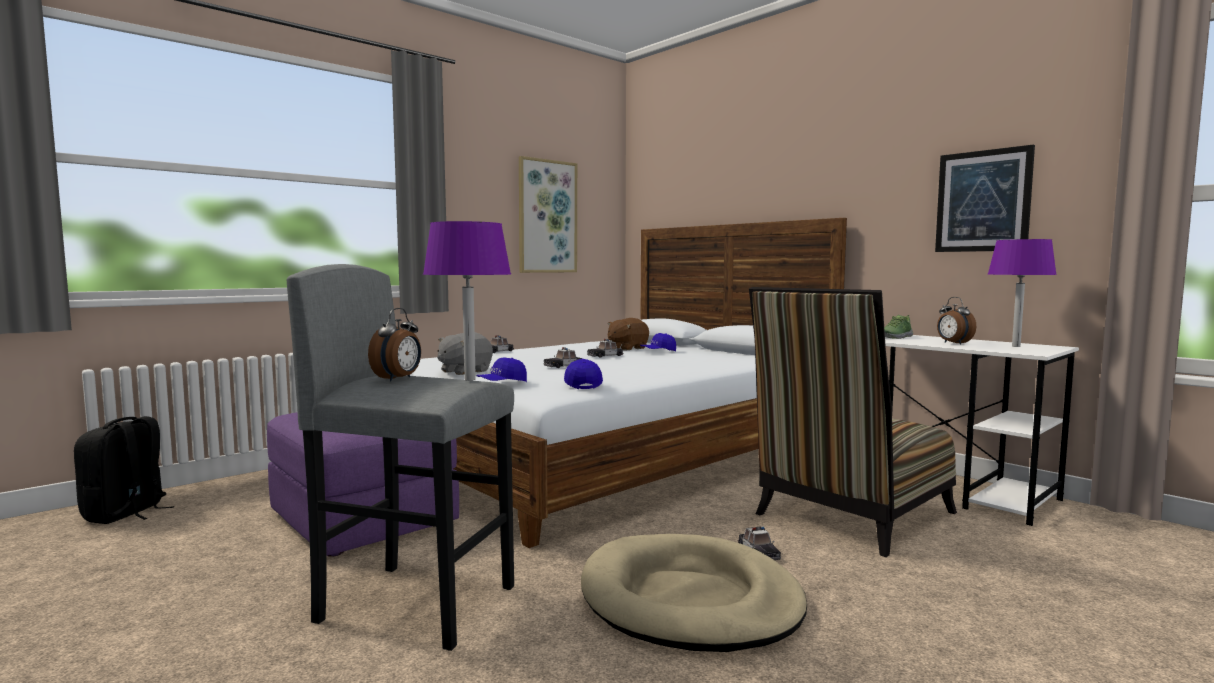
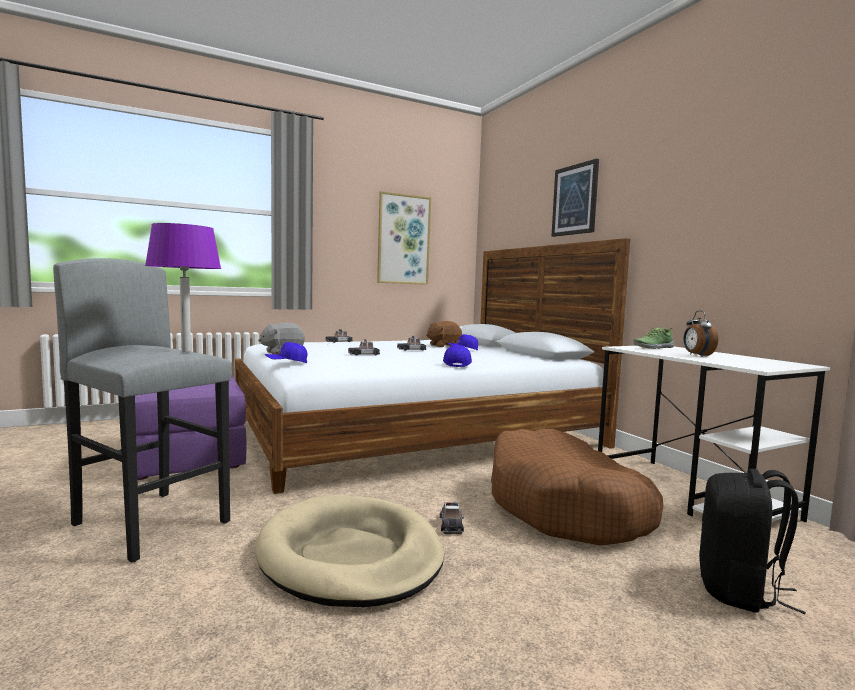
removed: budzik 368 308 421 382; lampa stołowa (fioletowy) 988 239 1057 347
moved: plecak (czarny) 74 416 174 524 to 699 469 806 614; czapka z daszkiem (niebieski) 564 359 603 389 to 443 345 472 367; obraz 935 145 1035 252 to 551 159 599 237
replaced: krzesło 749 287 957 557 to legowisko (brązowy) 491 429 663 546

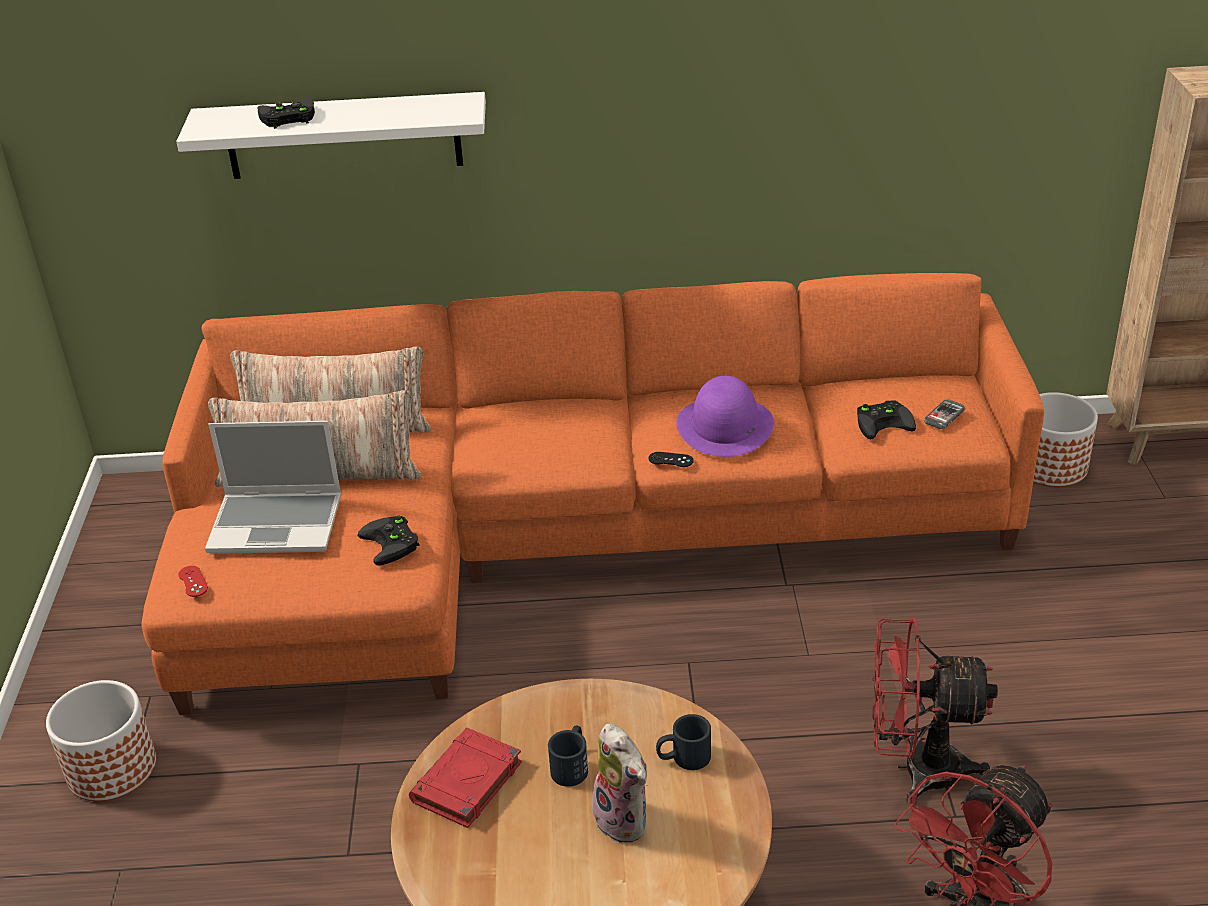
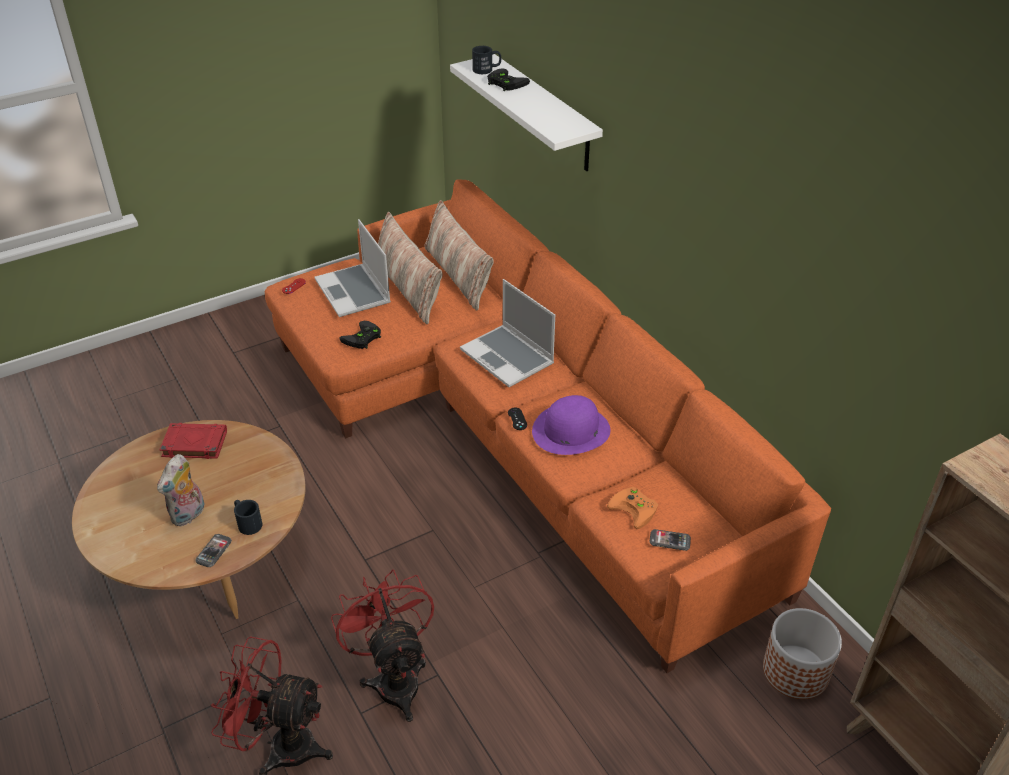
removed: donica 46 680 156 802
added: telefon 195 534 232 567; laptop 460 279 555 387
moved: kubek (czarny) 548 726 588 787 to 472 46 501 74
recoloured: pad do gier (czarny) 857 401 916 439 to pad do gier (pomarańczowy) 607 487 658 529

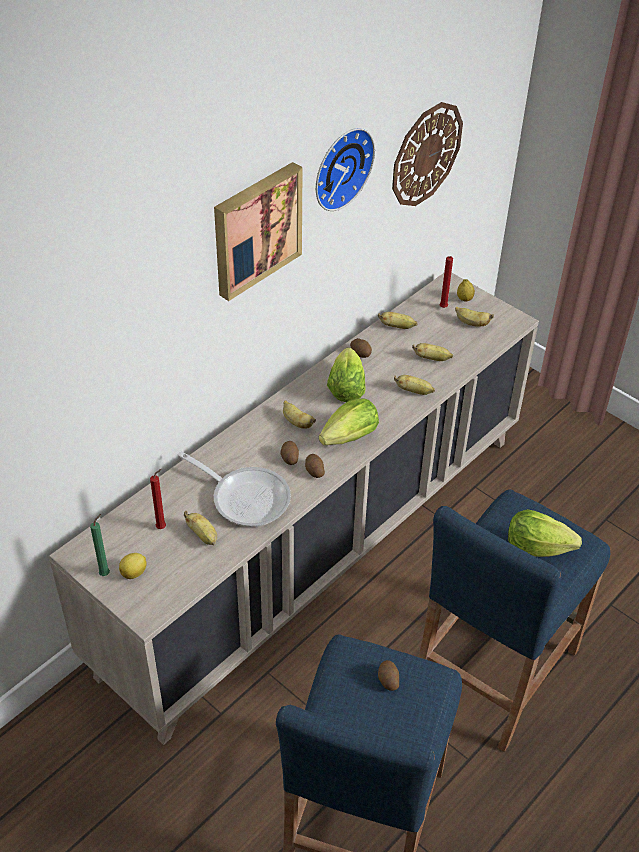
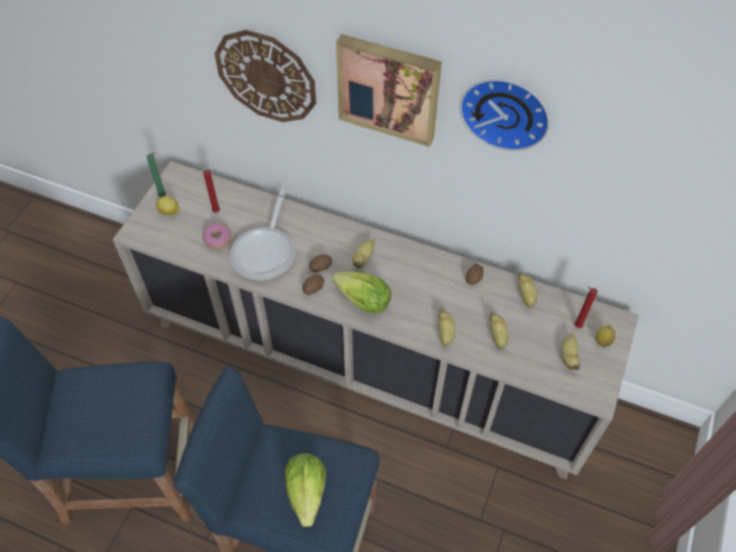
removed: sałata 327 348 366 402; ziemniak 378 660 399 691
moved: zegar ścienny 392 102 463 206 to 214 30 316 122
replaced: banan 184 511 217 545 to donut 203 223 232 249

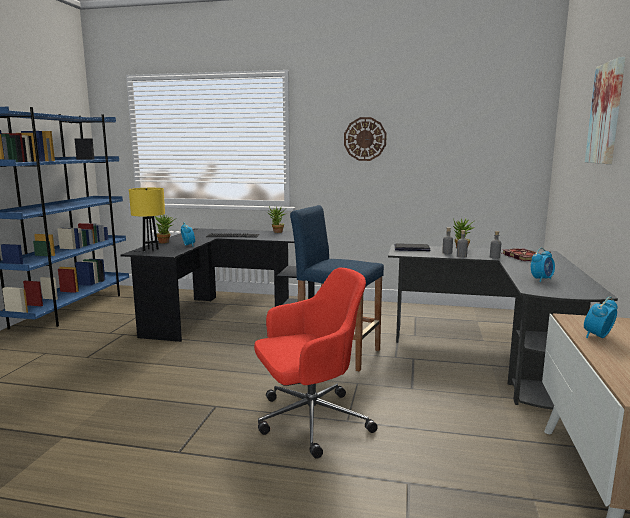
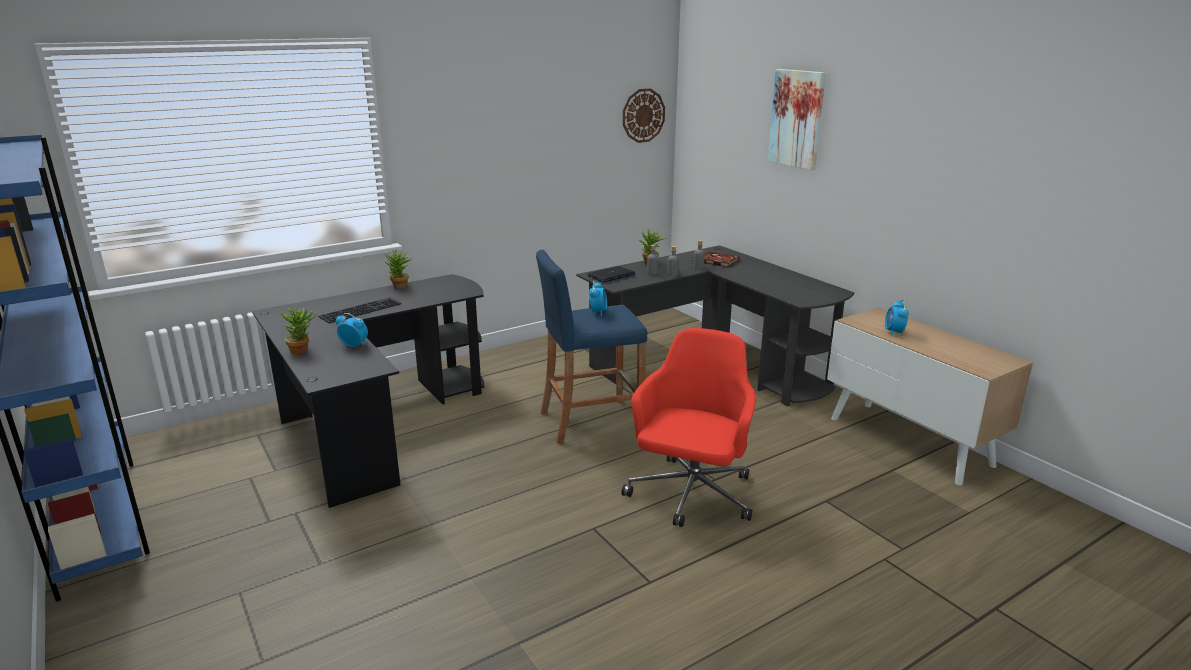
removed: lampa stołowa (żółty) 129 188 165 252
moved: zegar ścienny 344 117 387 161 to 623 88 665 143; budzik 531 248 555 282 to 589 280 607 316

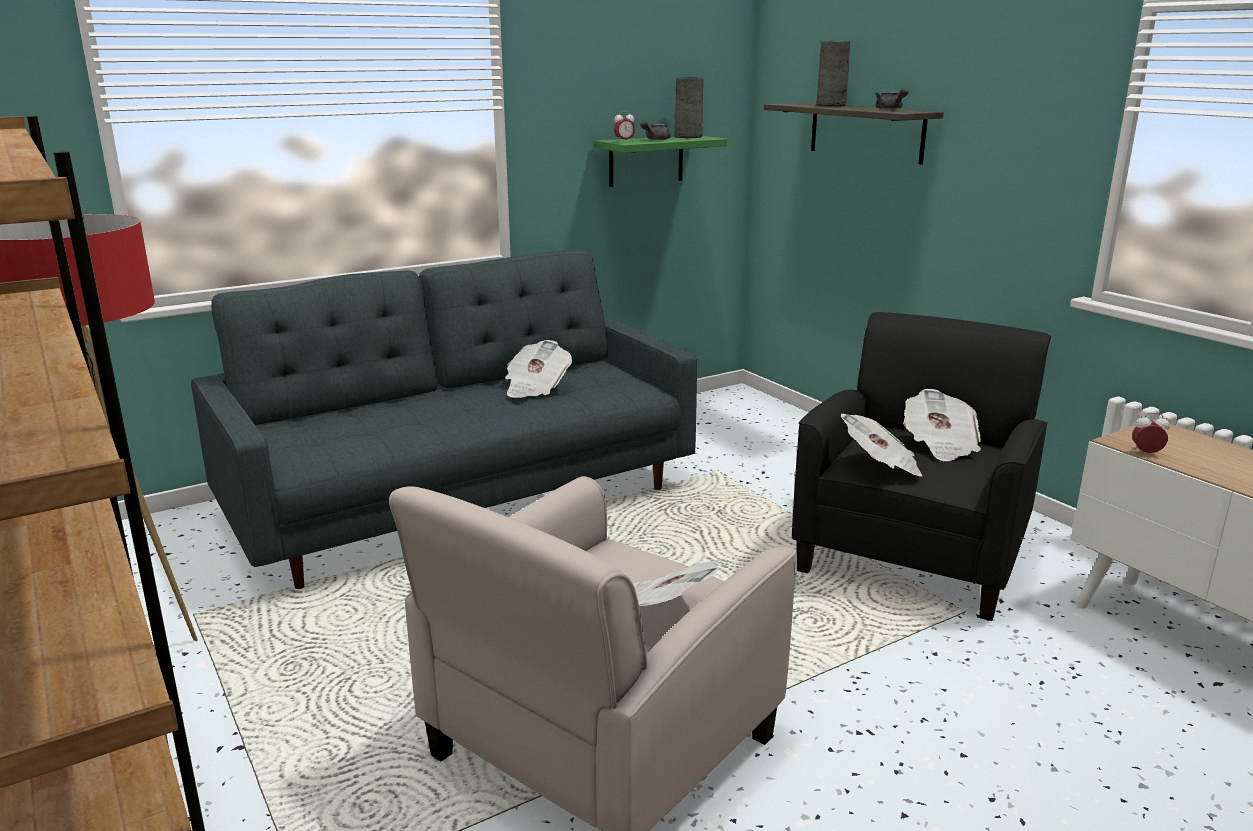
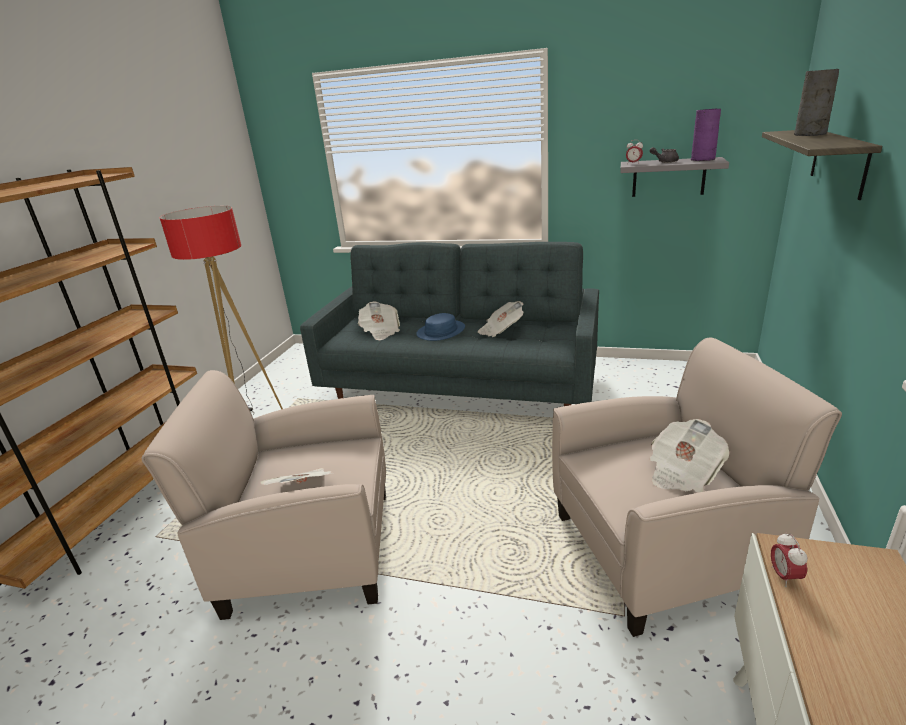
removed: imbryk (szary) 875 88 909 110
added: kapelusz (niebieski) 416 313 465 341
moved: gazeta 841 414 922 477 to 358 302 400 340
recoloured: półka (zielony) 594 136 727 187 to półka (szary) 620 157 729 197; wazon (szary) 675 77 703 138 to wazon (fioletowy) 691 109 721 161; fotel (czarny) 792 312 1051 621 to fotel (beżowy) 552 337 842 637
turned: budzik 1132 413 1170 453 = 771 533 808 587 150 degrees counterclockwise

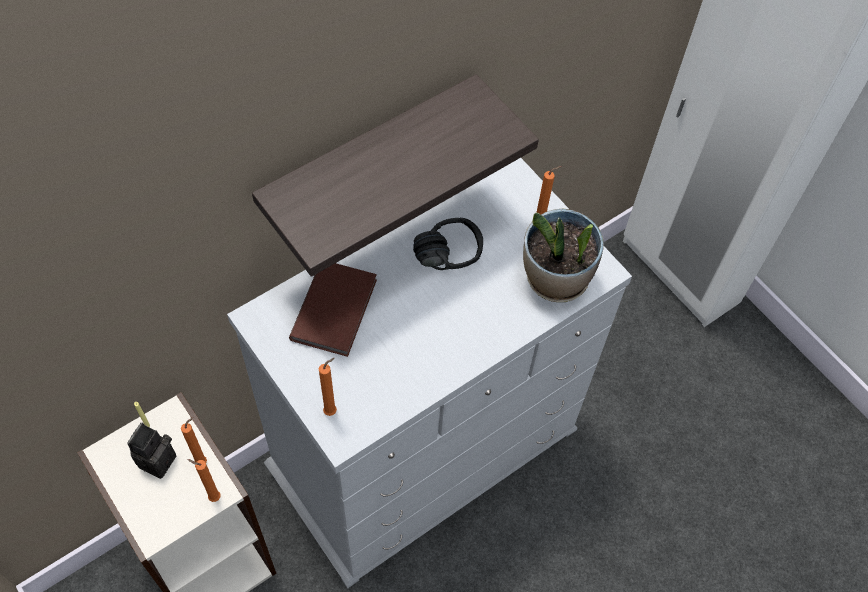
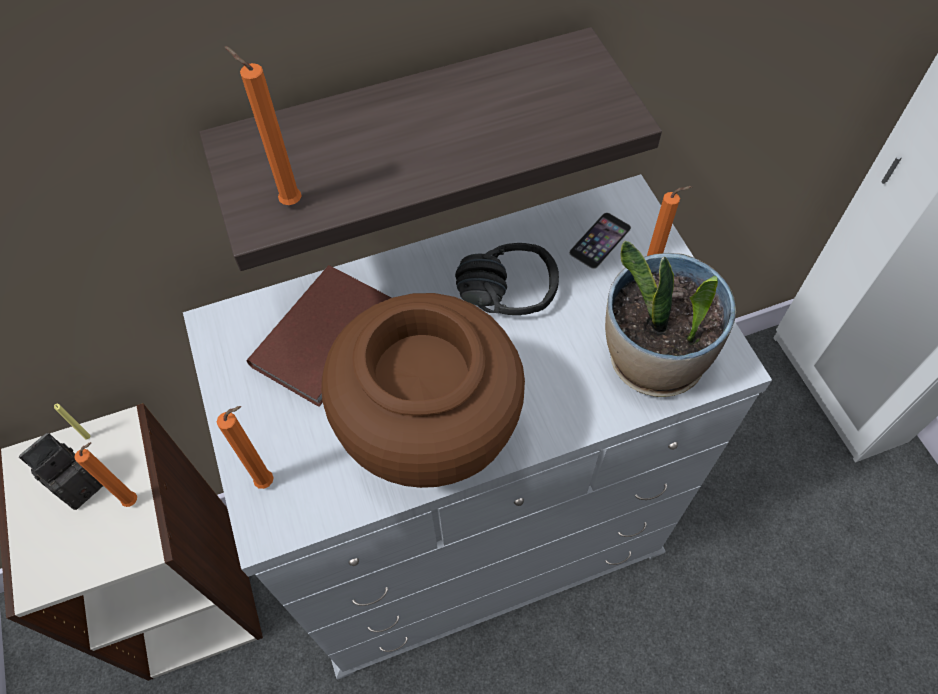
added: wazon (brązowy) 321 293 525 488; telefon 569 212 631 269
moved: świeca (pomarańczowy) 187 459 221 502 to 225 46 302 205

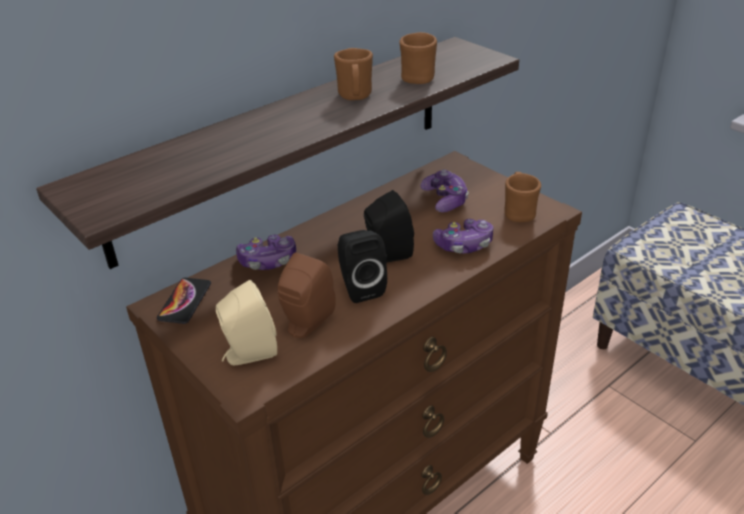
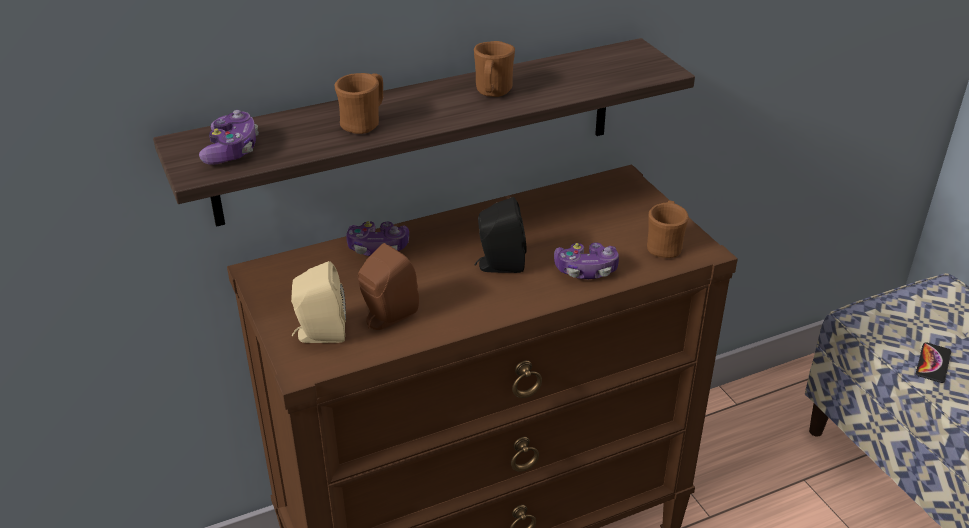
removed: głośnik (czarny) 338 230 387 303
moved: telefon 157 278 211 324 to 916 342 951 383; kubek (brązowy) 399 32 437 84 to 335 73 383 134; pad do gier 420 169 469 212 to 199 110 259 165

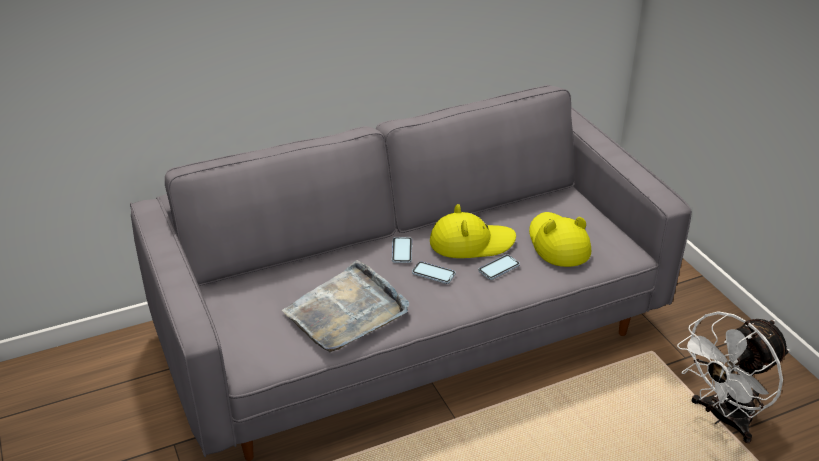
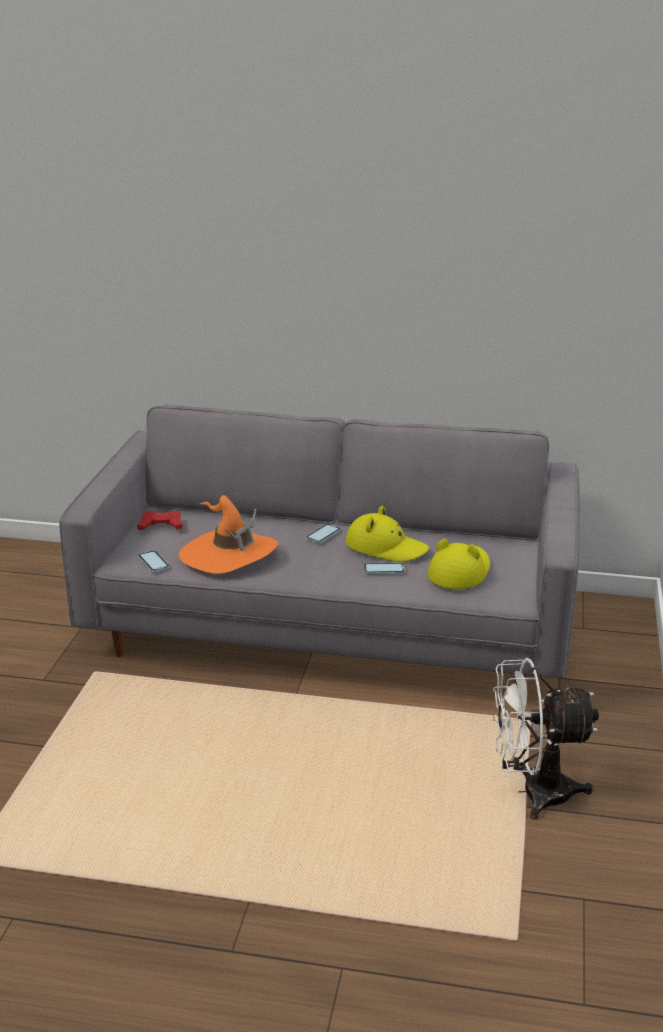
added: pad do gier (czerwony) 137 511 183 530
moved: telefon 412 261 456 284 to 138 551 170 572
replaced: taca (szary) 282 260 409 352 to kapelusz (pomarańczowy) 179 495 278 573

